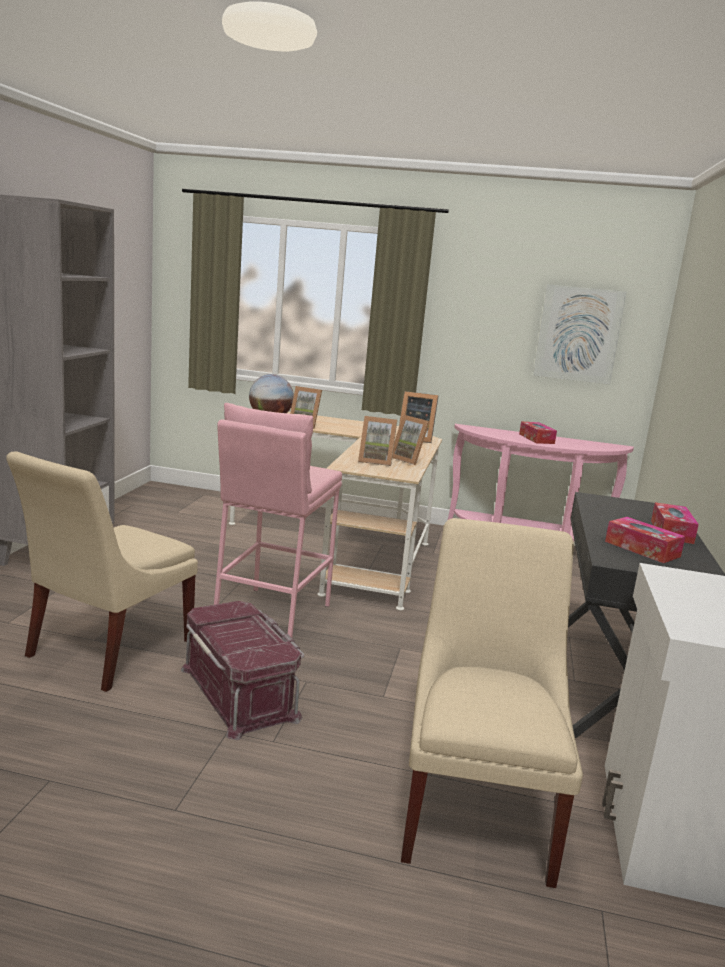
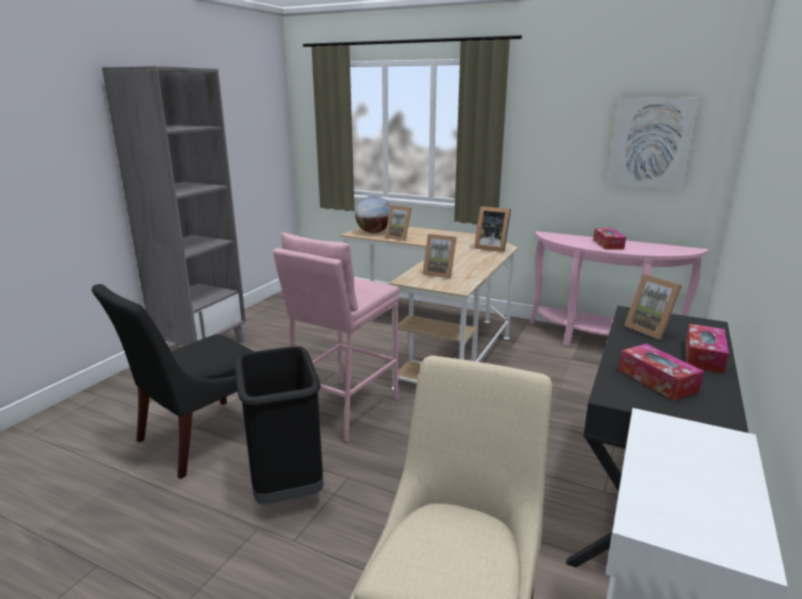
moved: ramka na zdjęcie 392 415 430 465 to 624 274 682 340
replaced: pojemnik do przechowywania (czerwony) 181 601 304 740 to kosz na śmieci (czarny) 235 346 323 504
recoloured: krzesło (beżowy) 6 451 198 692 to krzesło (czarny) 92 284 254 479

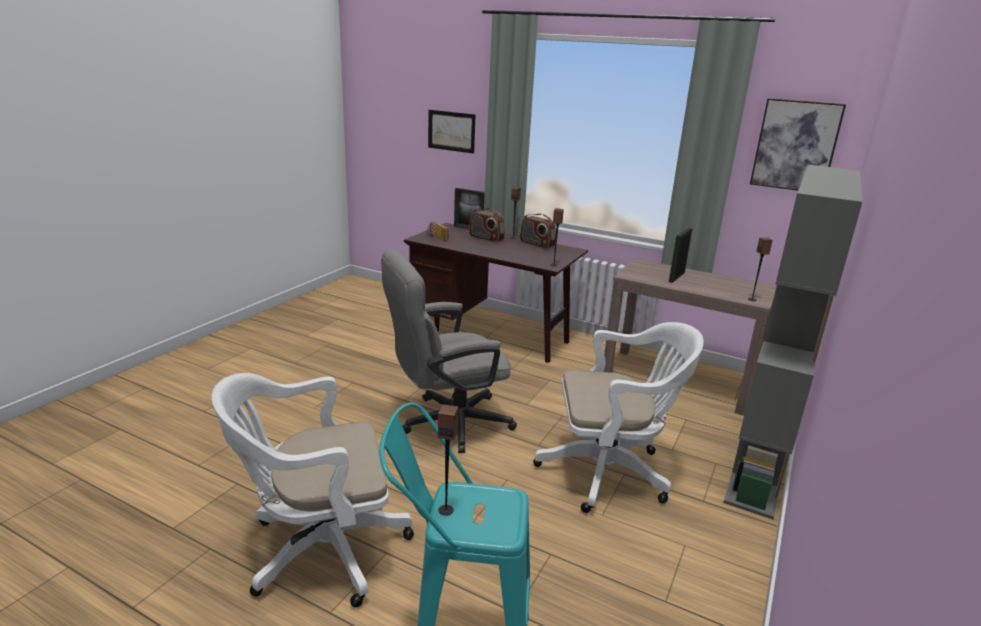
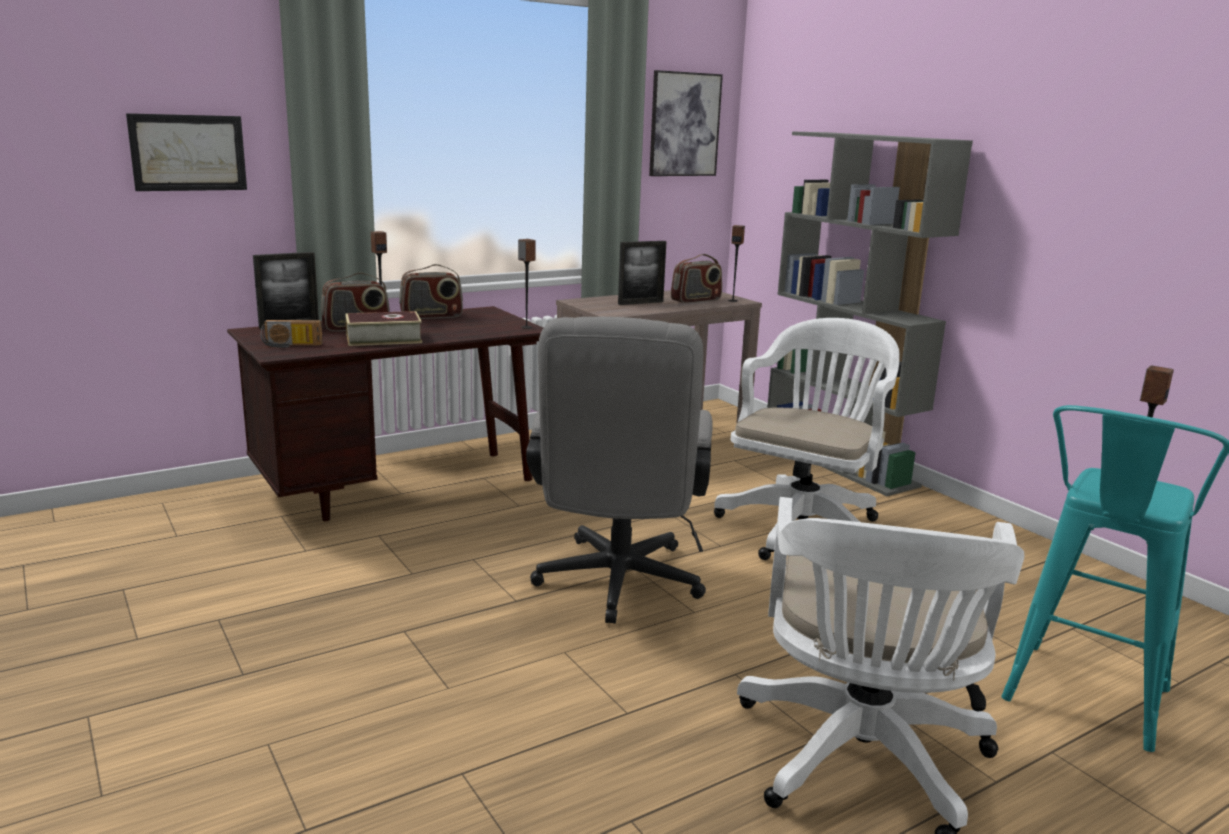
added: książka 345 311 422 346; radio 671 254 722 303
turned: ramka na zdjęcie 669 228 692 283 = 618 241 666 305 90 degrees counterclockwise

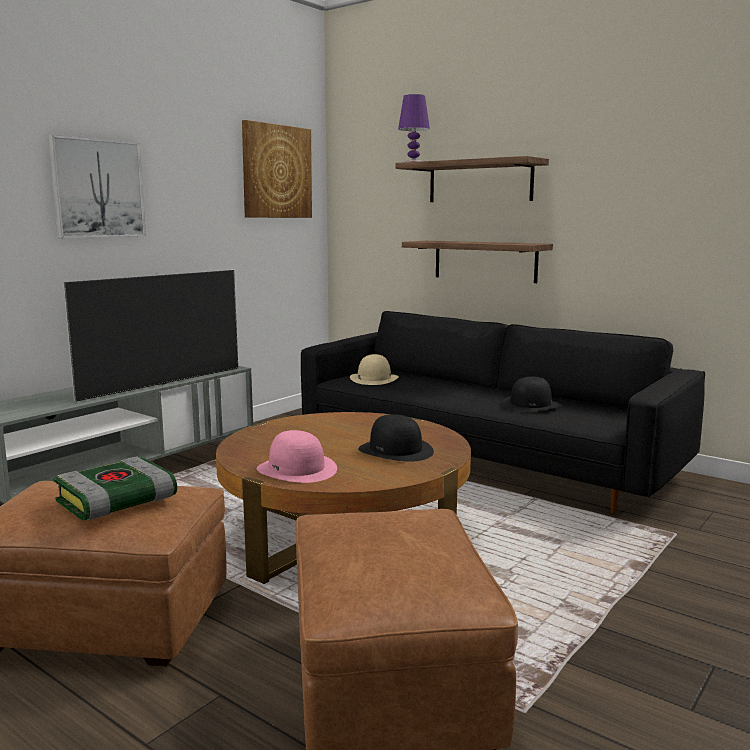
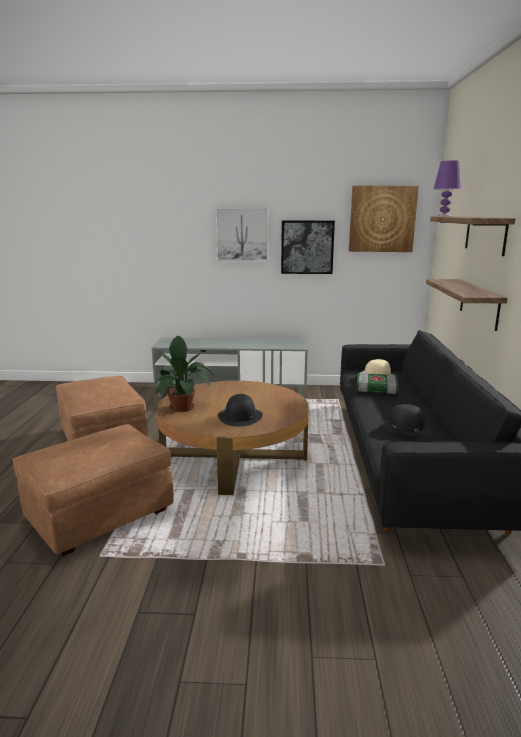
removed: telewizor 63 270 238 402
added: obraz 281 221 335 274
moved: książka 54 456 177 521 to 357 372 398 394
replaced: kapelusz (różowy) 256 430 337 483 to roślina doniczkowa 155 336 213 412

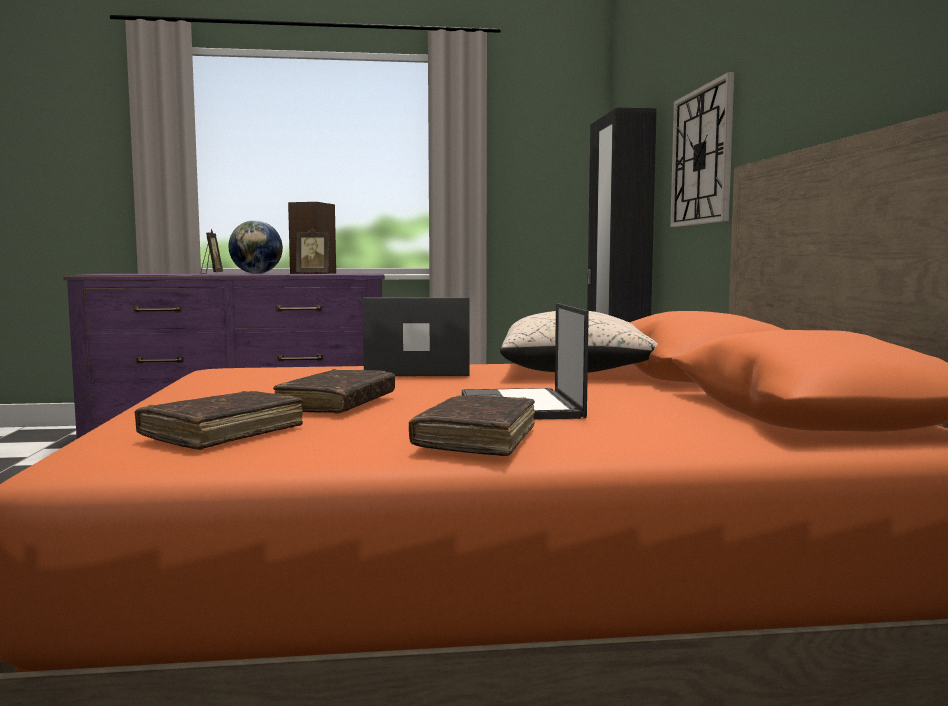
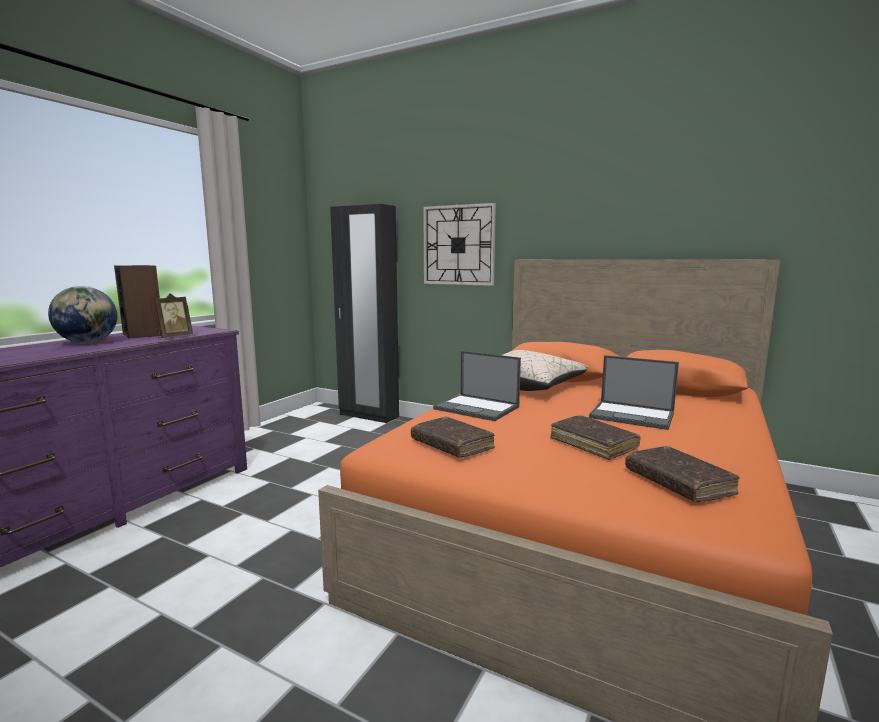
removed: ramka na zdjęcie 201 229 223 274
moved: książka (brązowy) 409 395 535 456 to 411 417 495 458
turned: laptop 363 297 469 376 = 433 351 521 421 90 degrees counterclockwise

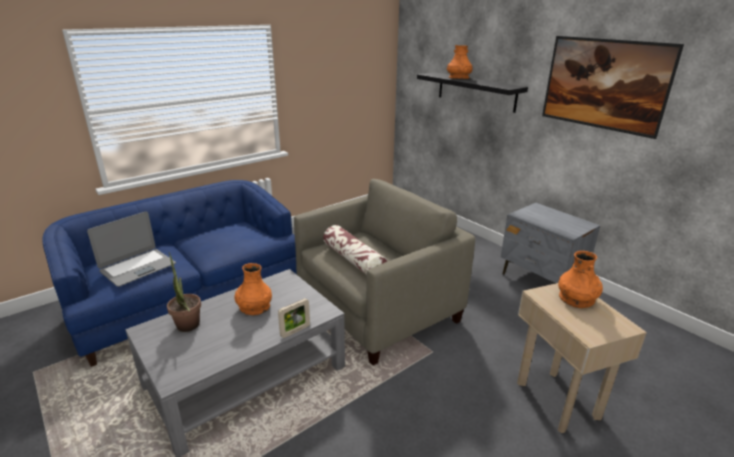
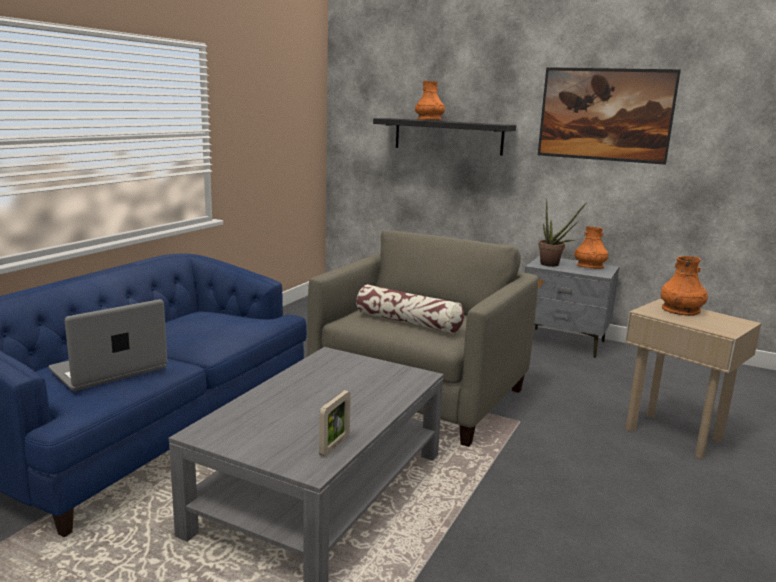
moved: roślina doniczkowa 167 252 201 332 to 538 199 587 267; wazon (pomarańczowy) 234 263 272 315 to 574 226 608 269; ramka na zdjęcie 278 298 310 338 to 319 390 351 457
turned: laptop 87 211 176 287 = 48 299 167 391 150 degrees counterclockwise

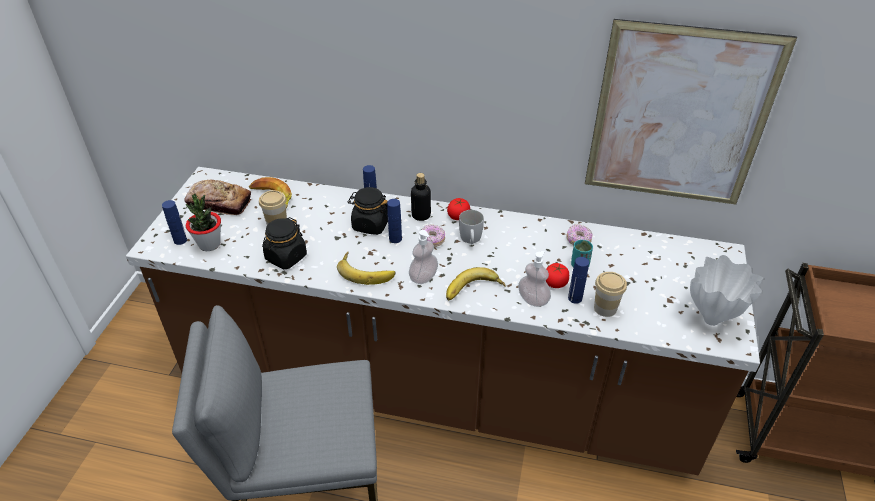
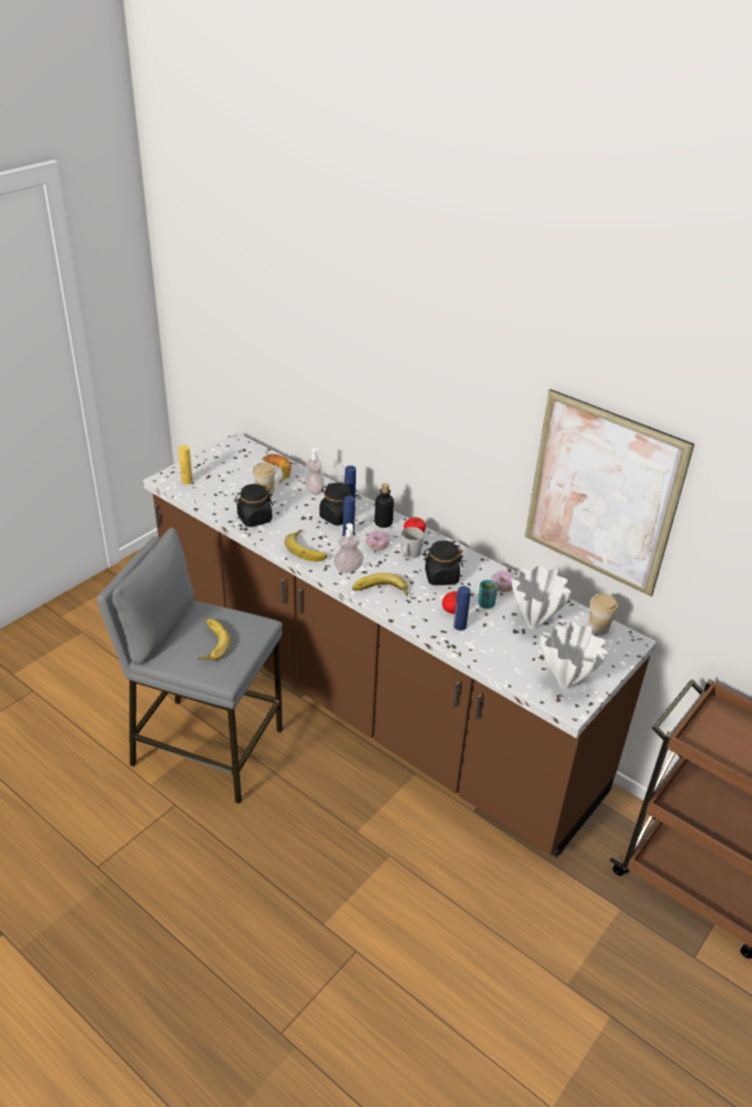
removed: chleb 184 179 251 215; roślina doniczkowa 186 194 221 251
added: banan 198 619 231 661; słoik (czarny) 423 540 463 585; wazon (biały) 512 566 572 629
moved: dozownik mydła 518 251 551 307 to 305 448 325 495; filiżanka 594 272 627 317 to 589 593 618 635
recoloured: butelka (niebieski) 162 200 187 245 to butelka (żółty) 179 445 193 485

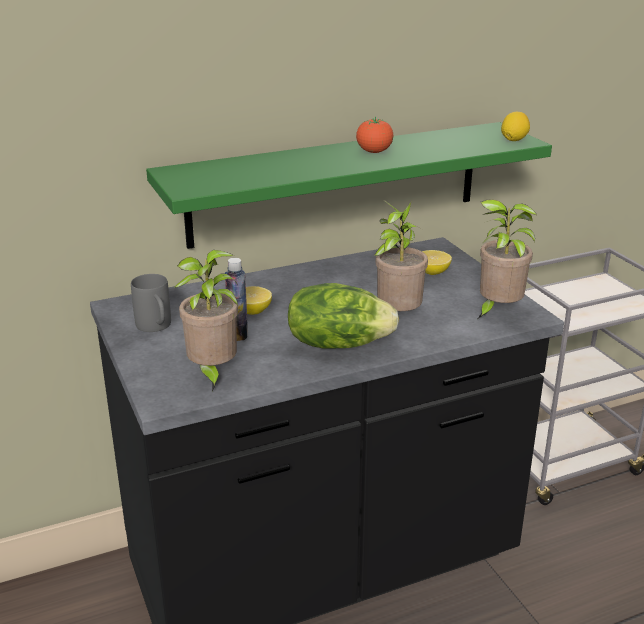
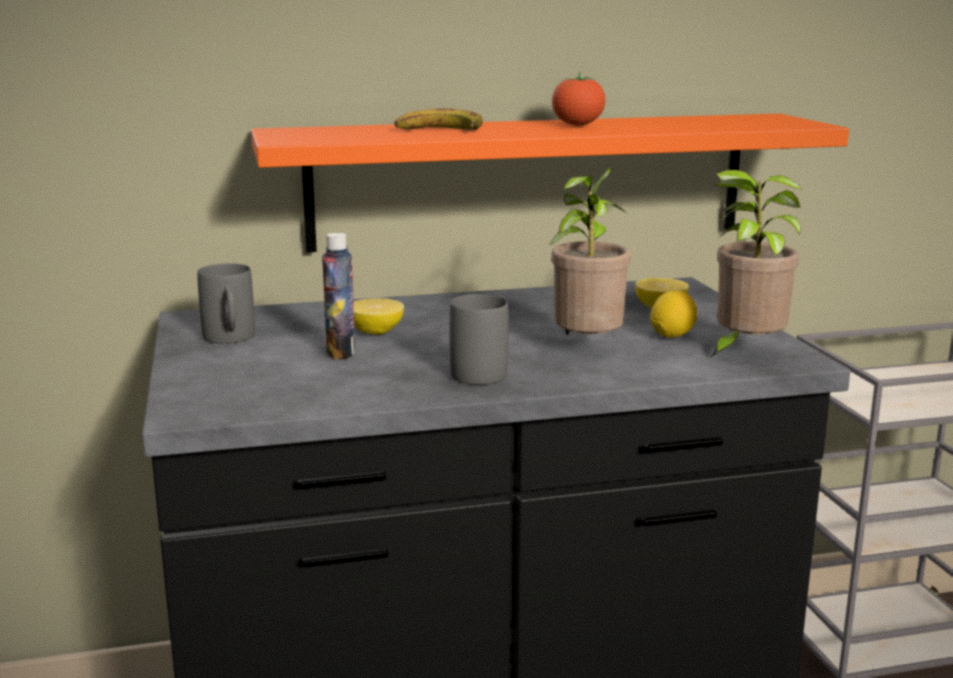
removed: roślina doniczkowa 175 250 238 391
added: banan 394 109 483 130
moved: cytryna 501 112 530 141 to 650 291 697 338
replaced: sałata 288 283 399 348 to kubek (szary) 449 294 509 385
recoloured: półka (zielony) 146 122 552 249 to półka (pomarańczowy) 251 114 849 253

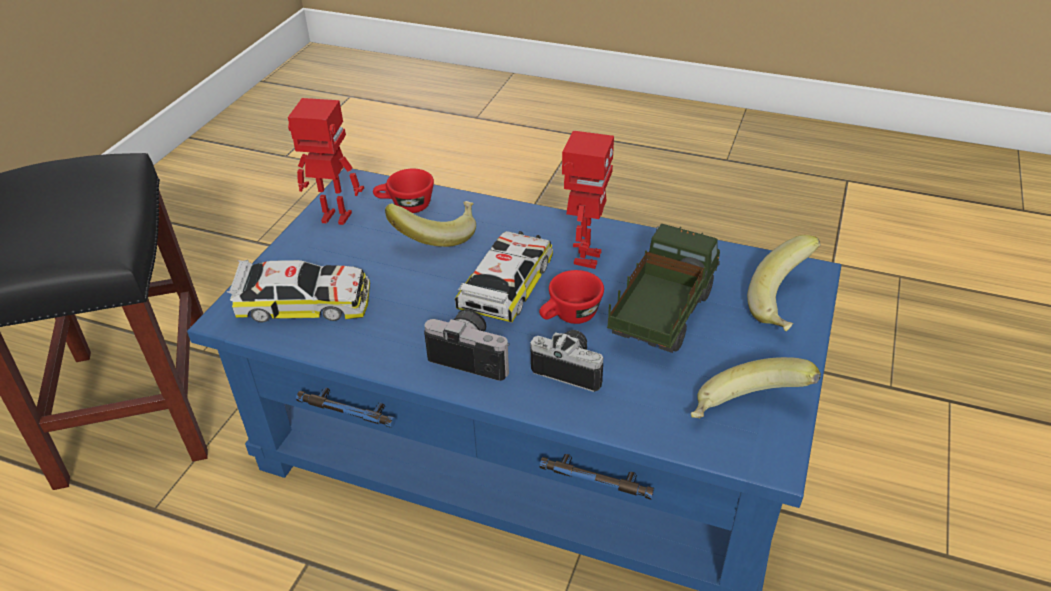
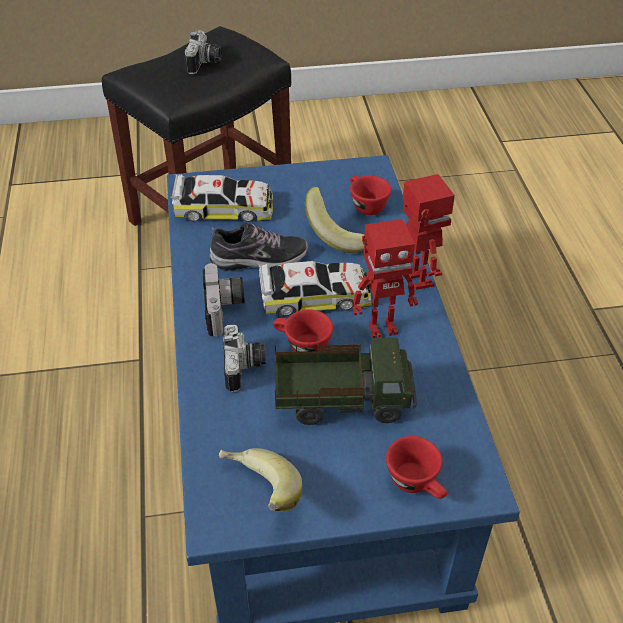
added: aparat fotograficzny 184 30 222 74; but 209 223 308 271
moved: robot zabawkowy 288 98 364 225 to 403 174 455 290
replaced: banan 747 235 821 331 to filiżanka (czerwony) 386 436 447 499
turned: samochodzik 226 260 370 322 = 171 174 273 222 60 degrees counterclockwise

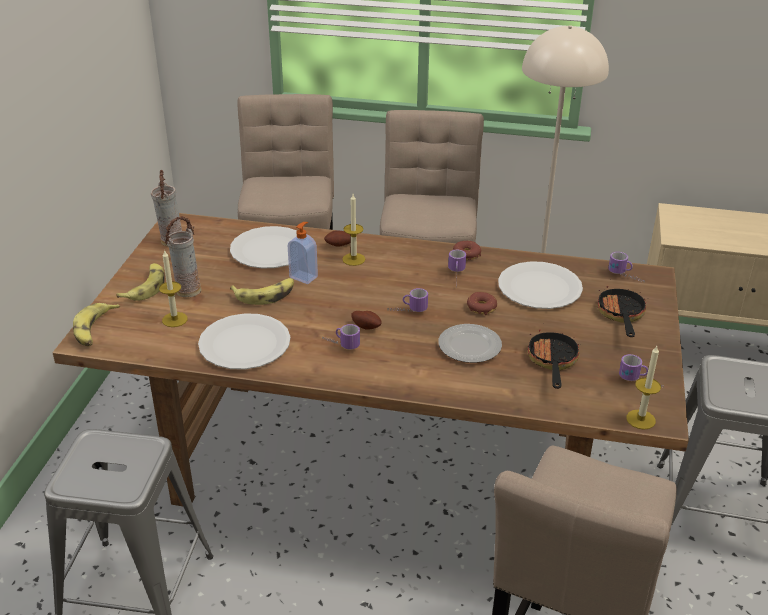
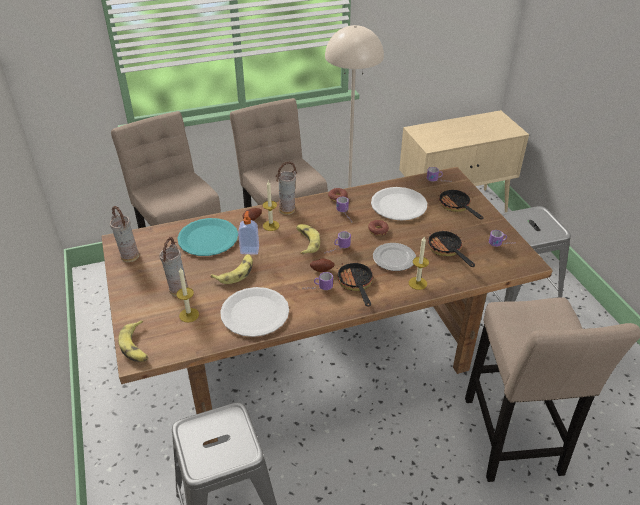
added: wazon 276 161 297 215; patelnia 337 262 374 307
moved: banan 116 263 165 301 to 296 224 320 255; świeca 626 346 661 430 to 409 237 429 290
recoloured: talerz (biały) 230 226 297 269 to talerz (turkusowy) 177 218 238 256

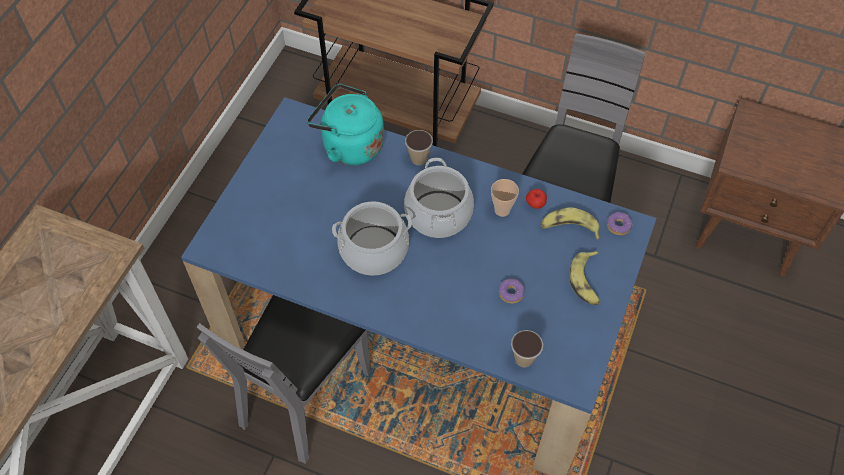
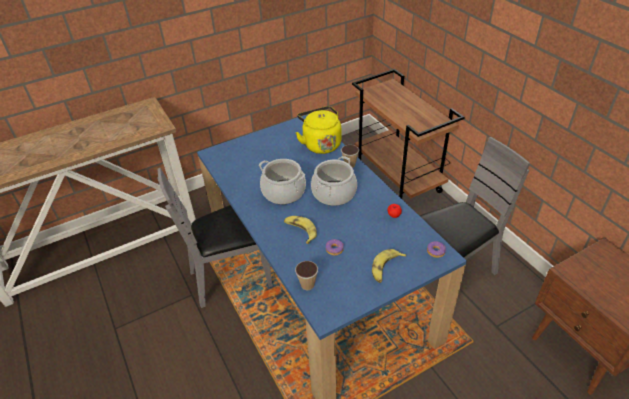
removed: filiżanka 491 179 519 217
moved: banan 541 207 600 240 to 284 216 317 244
recoloured: czajnik (turkusowy) 307 84 384 165 to czajnik (żółty) 296 106 341 154

